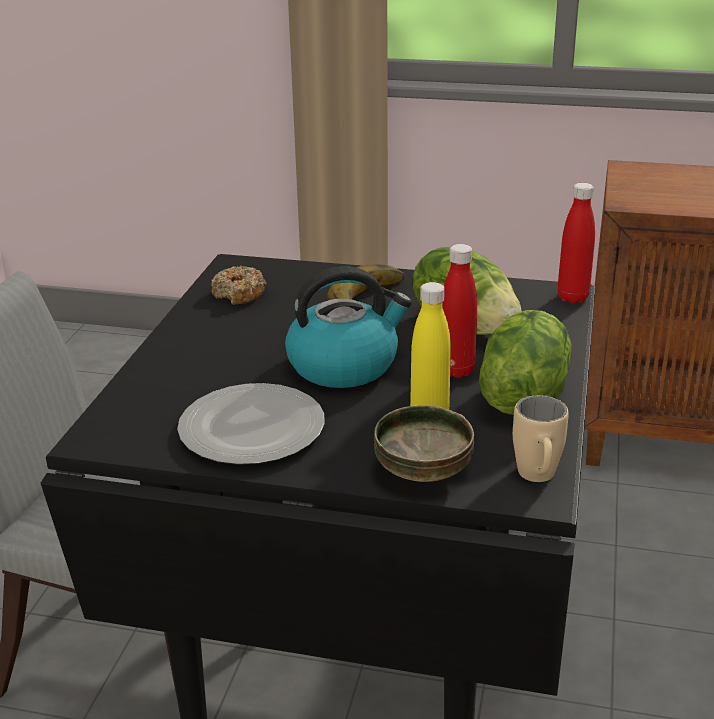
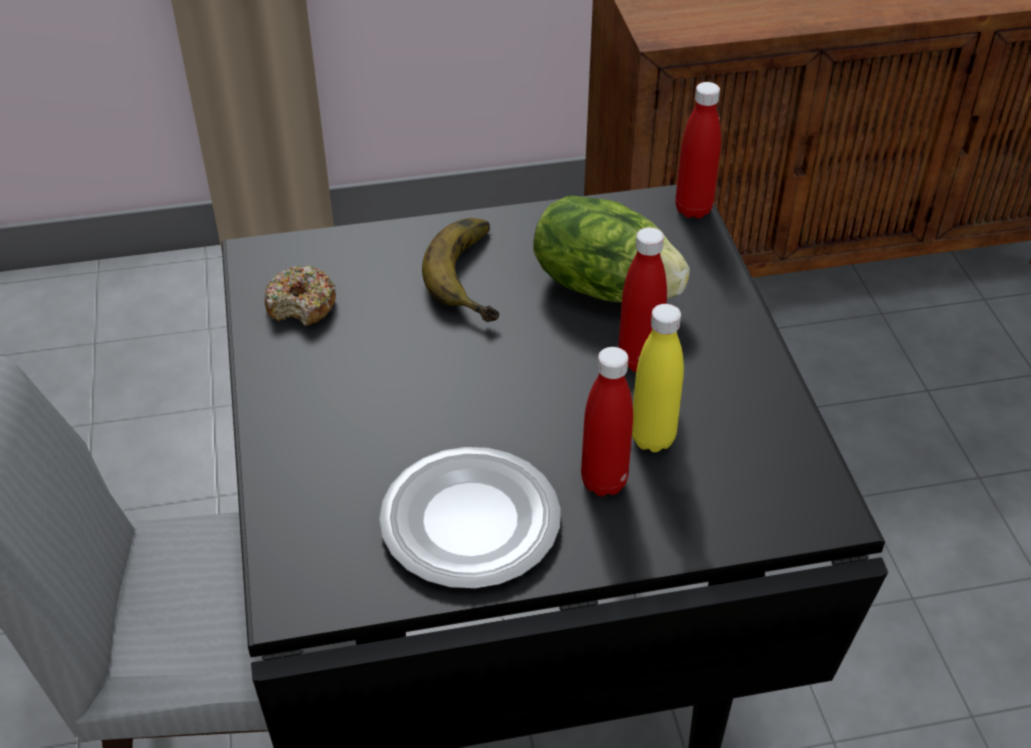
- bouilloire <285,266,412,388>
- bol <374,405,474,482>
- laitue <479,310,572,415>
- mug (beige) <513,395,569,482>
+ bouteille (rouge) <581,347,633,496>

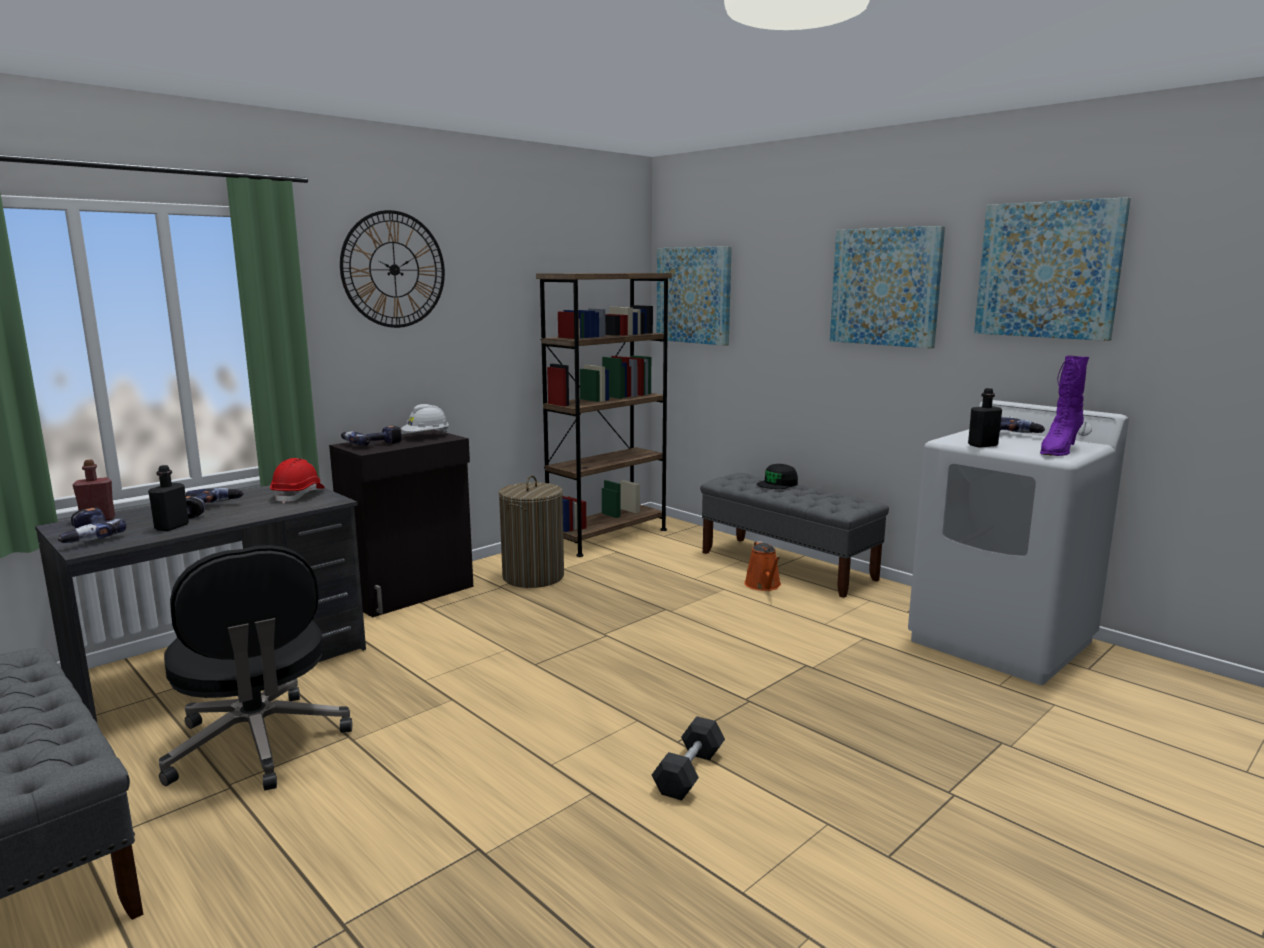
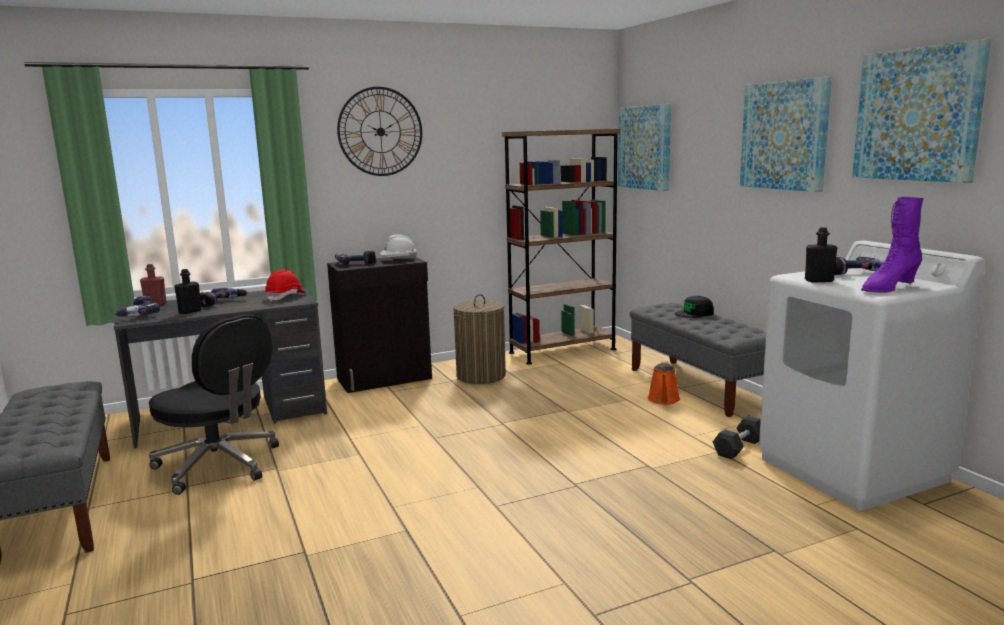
~ chaise de bureau (noir) <159,545,352,791> = <149,315,279,495> 45 degrees counterclockwise
~ haltère (noir) <652,716,725,800> to <713,416,761,459>

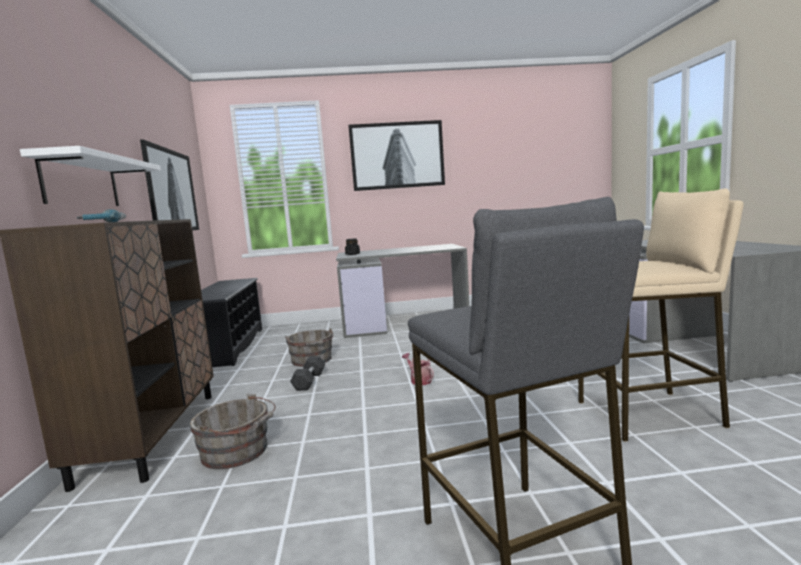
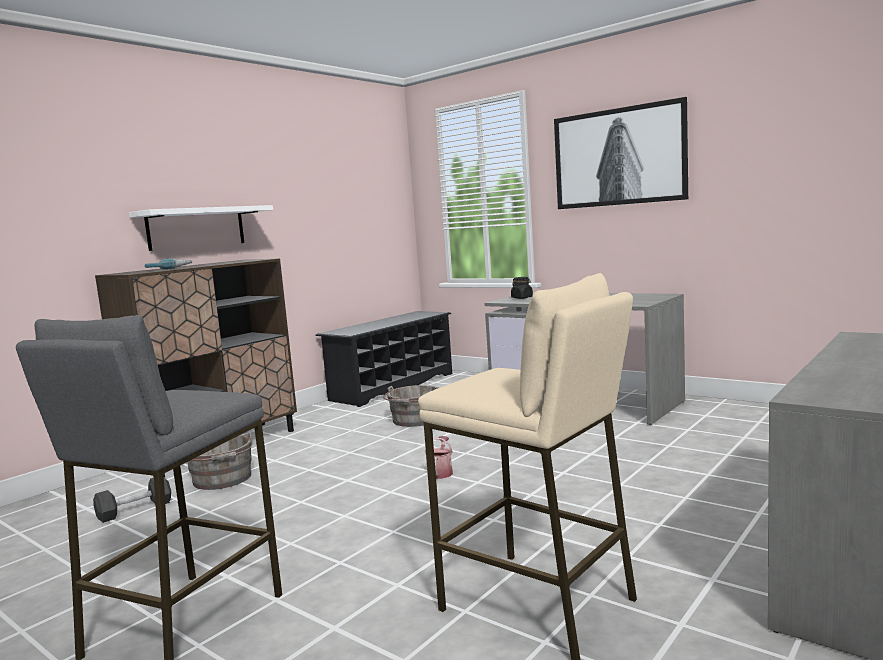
- tableau <140,139,199,230>
~ haltère (noir) <290,356,325,391> to <93,478,171,523>

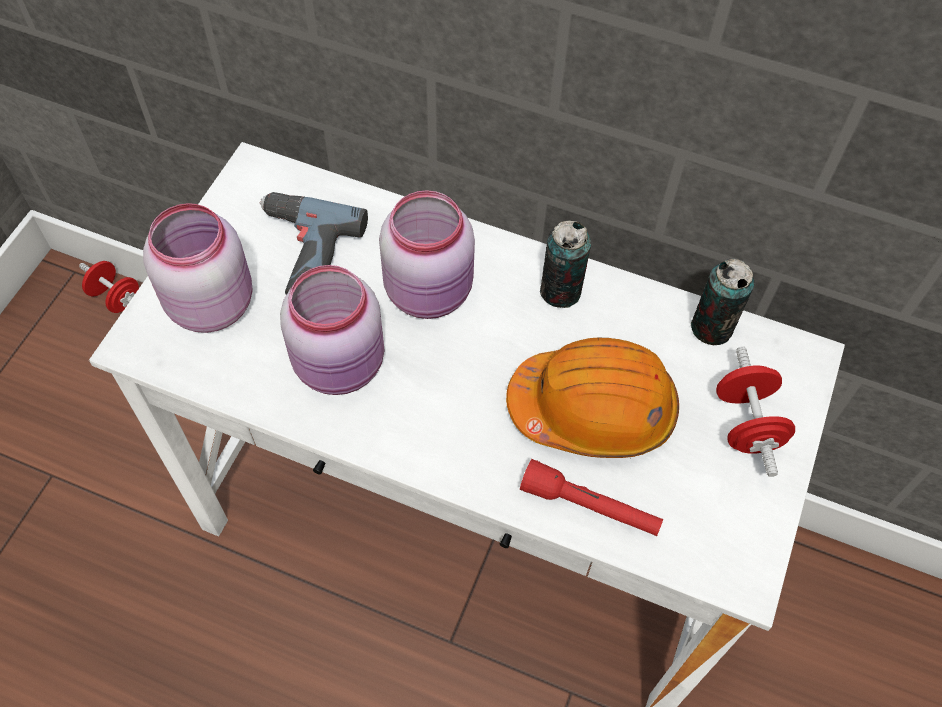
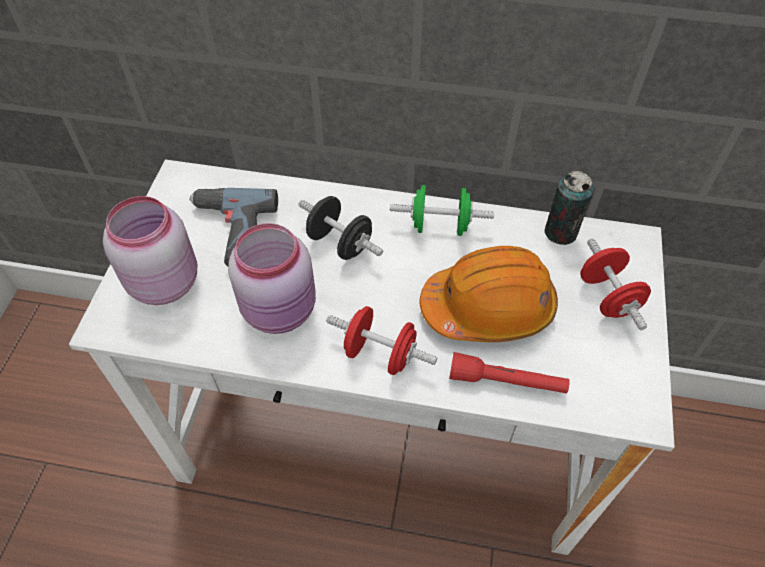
~ haltère (rouge) <79,261,139,313> to <326,306,437,375>
~ bocal (rose) <379,190,475,319> to haltère (noir) <298,196,383,260>
~ boîte métallique <540,220,591,308> to haltère (vert) <390,185,494,236>

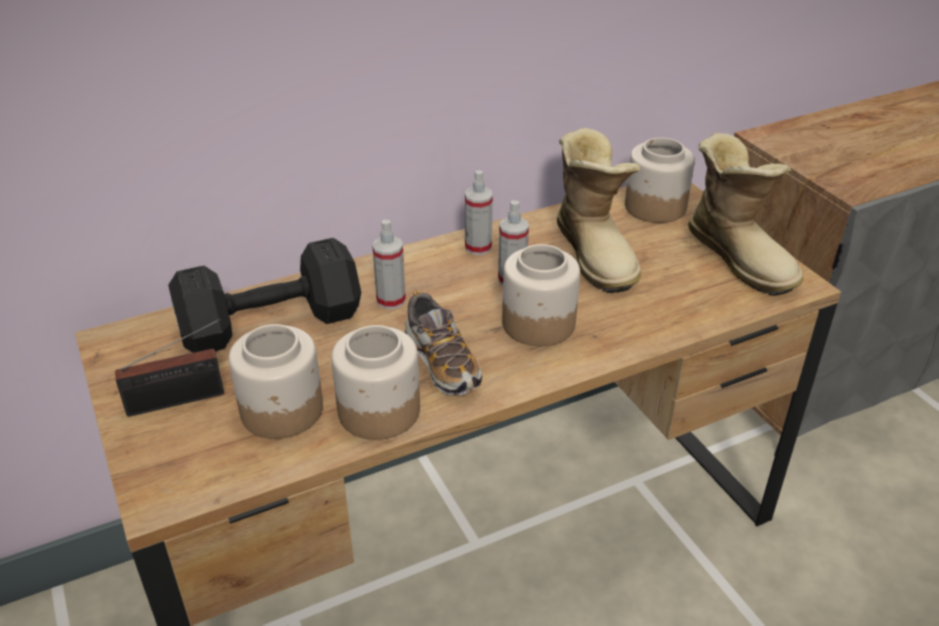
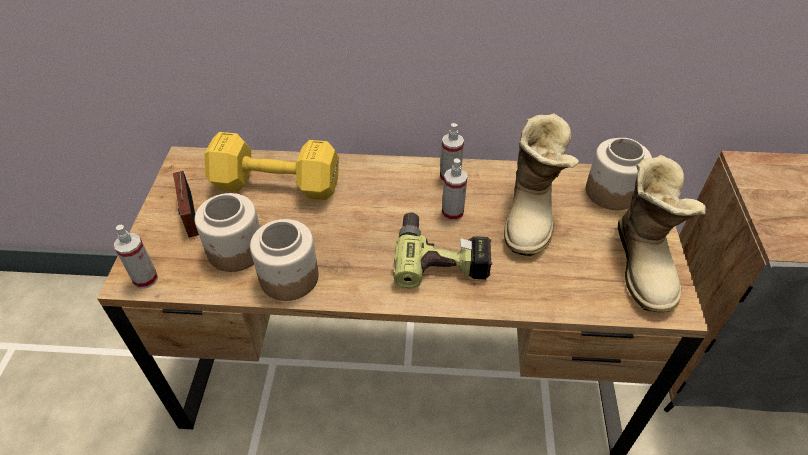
~ radio <115,319,224,417> = <173,171,199,238> 60 degrees clockwise
~ haltère (noir) <168,238,361,353> to haltère (jaune) <205,132,339,200>
~ vaporisateur <372,220,406,309> to <114,225,158,289>
- chaussure <405,291,482,396>
~ bocal <502,244,580,346> to perceuse <393,212,492,288>

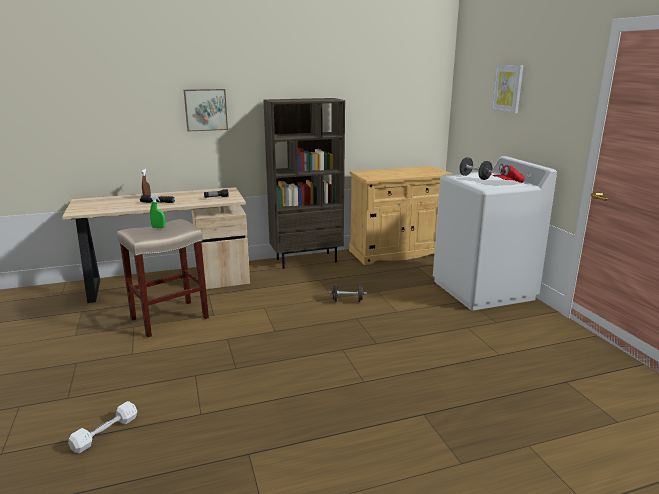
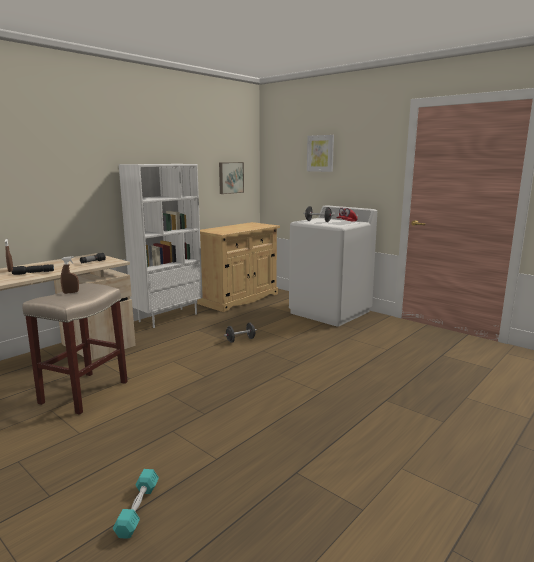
~ haltère (blanc) <68,401,137,453> to haltère (turquoise) <113,469,159,539>
~ vaporisateur (vert) <150,195,165,228> to vaporisateur (marron) <61,256,79,294>
~ tableau <184,89,228,131> to <219,162,244,194>
~ bibliothèque (marron) <264,98,345,269> to bibliothèque (blanc) <119,164,203,328>

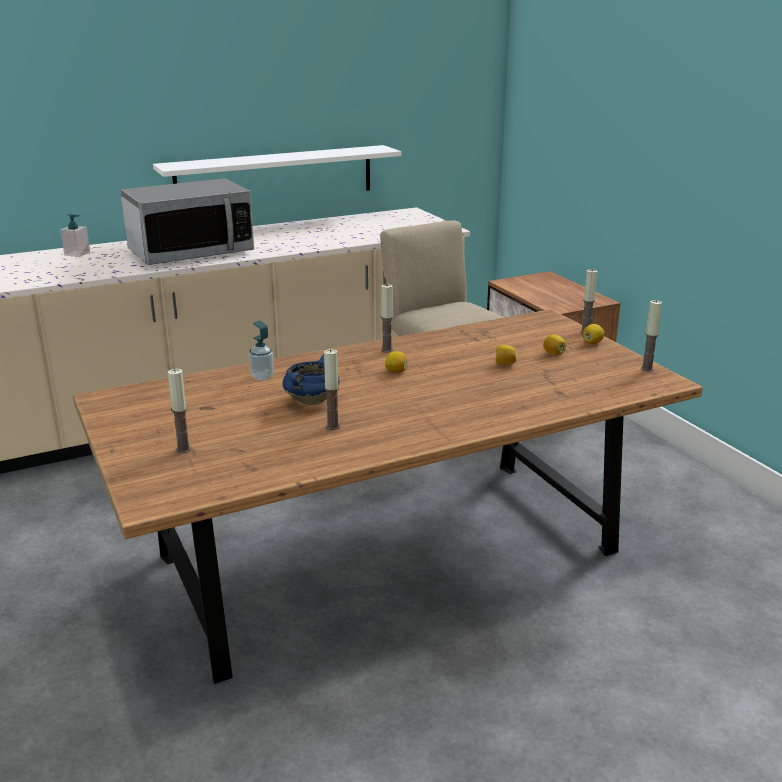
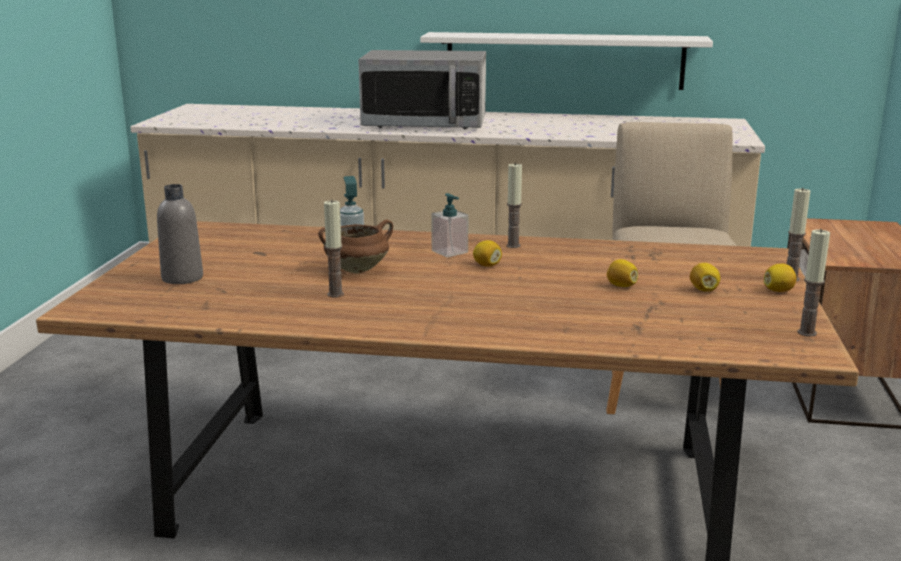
~ distributeur de savon <60,214,90,257> to <431,193,468,257>
~ bougie <168,369,191,453> to bouteille (gris) <157,184,203,284>
~ marmite (bleu) <282,354,339,405> to marmite (marron) <318,220,393,273>

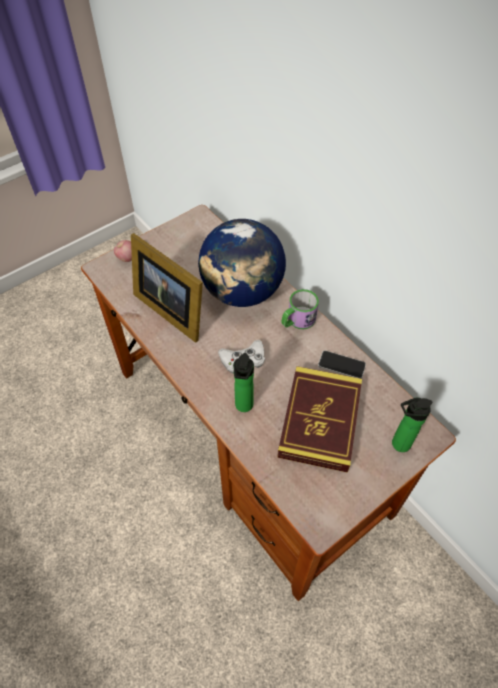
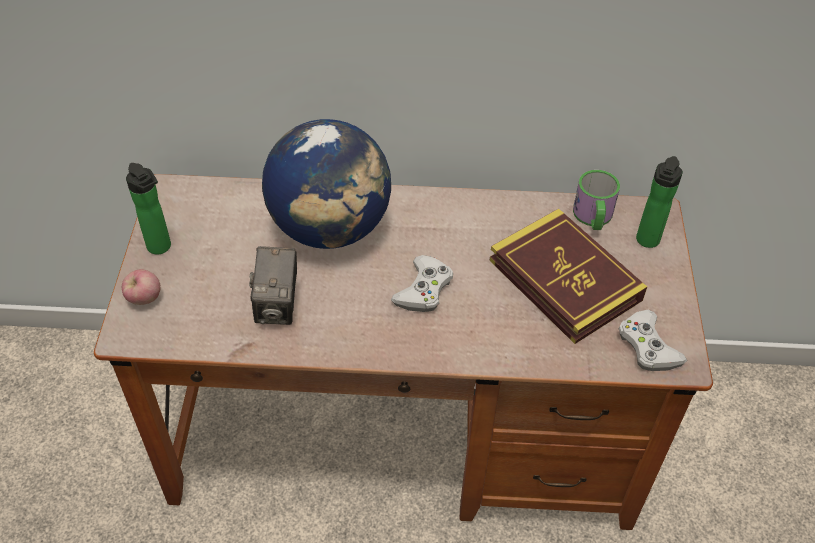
~ cadre photo <131,233,203,343> to appareil photo <249,246,297,325>
~ bouteille <233,353,254,412> to <126,163,171,255>
~ mug <282,289,319,329> to <573,170,620,230>
- téléphone <318,350,366,379>
+ manette (blanc) <618,310,687,371>

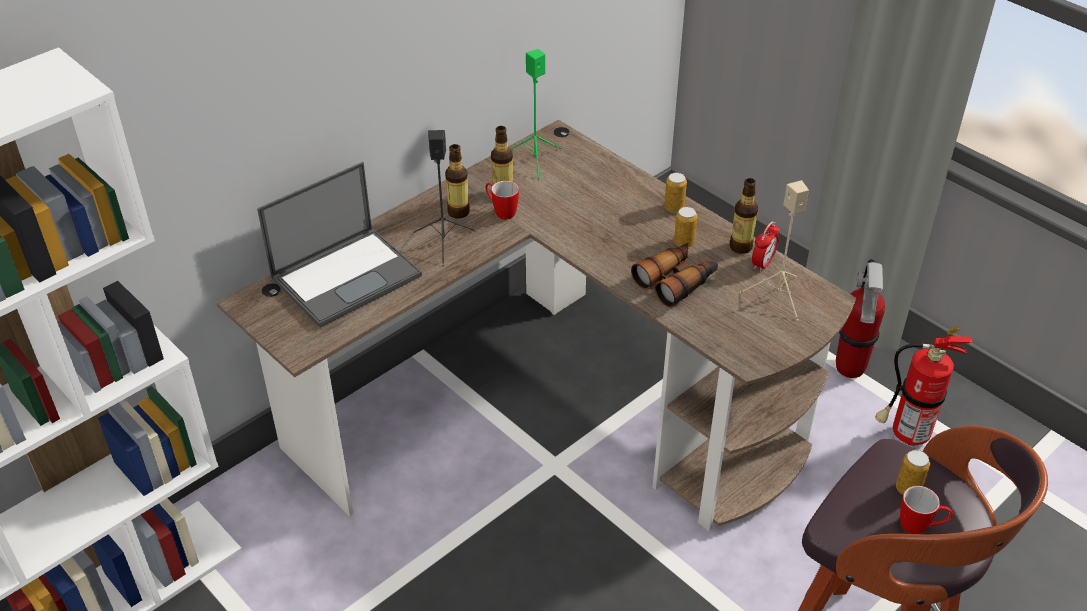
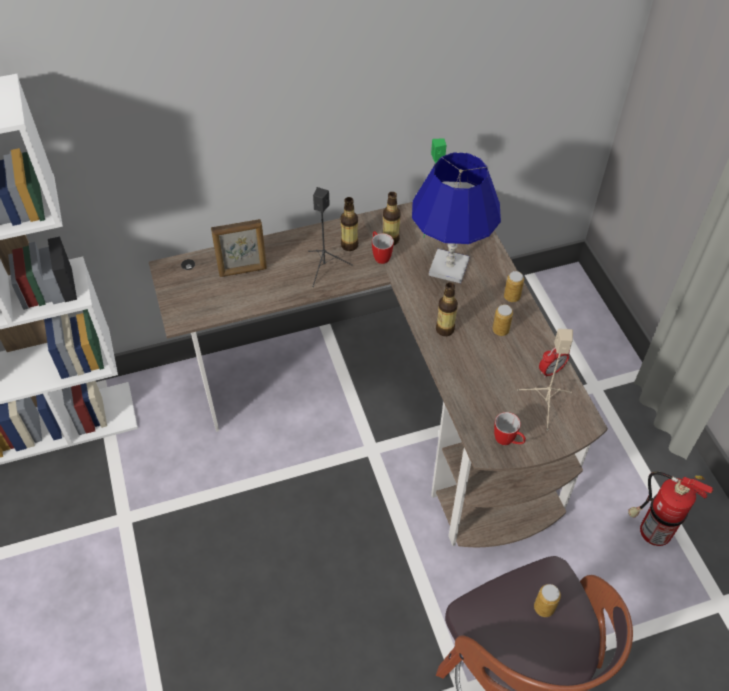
~ ordinateur portable <257,162,422,328> to cadre photo <211,219,267,277>
- jumelles <631,243,718,307>
~ bouteille <730,178,758,254> to <436,282,458,336>
- extincteur <836,259,885,378>
~ mug <900,486,953,534> to <494,412,526,445>
+ lampe de table (bleu) <412,152,501,283>

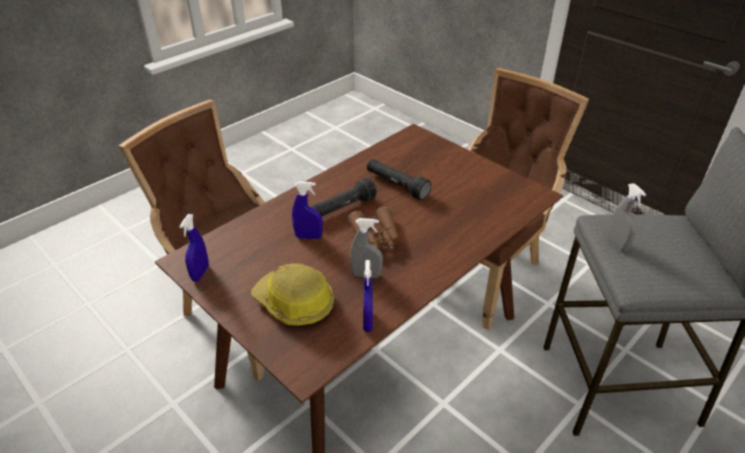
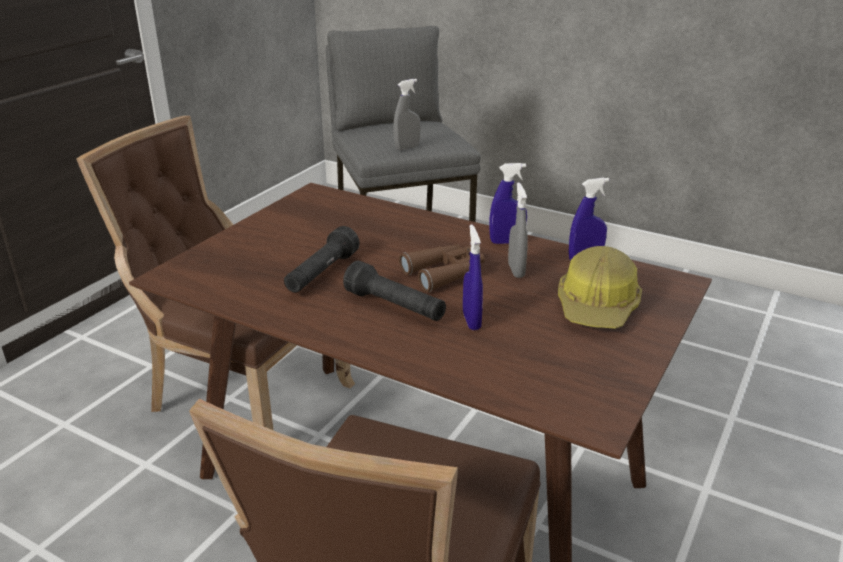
~ vaporisateur (bleu) <179,214,209,282> to <489,163,527,244>

